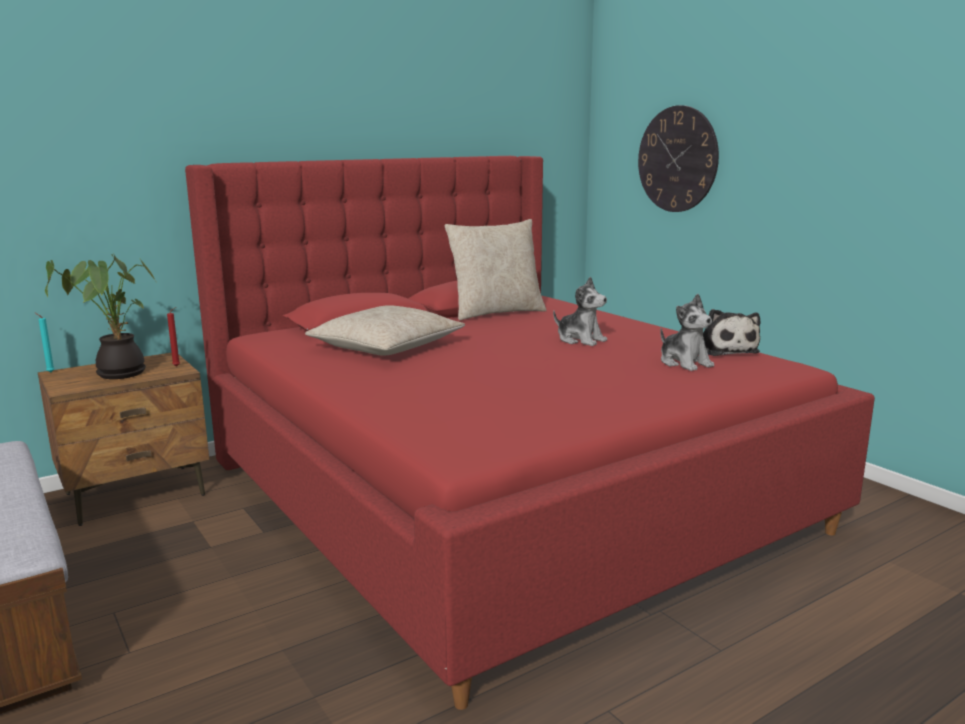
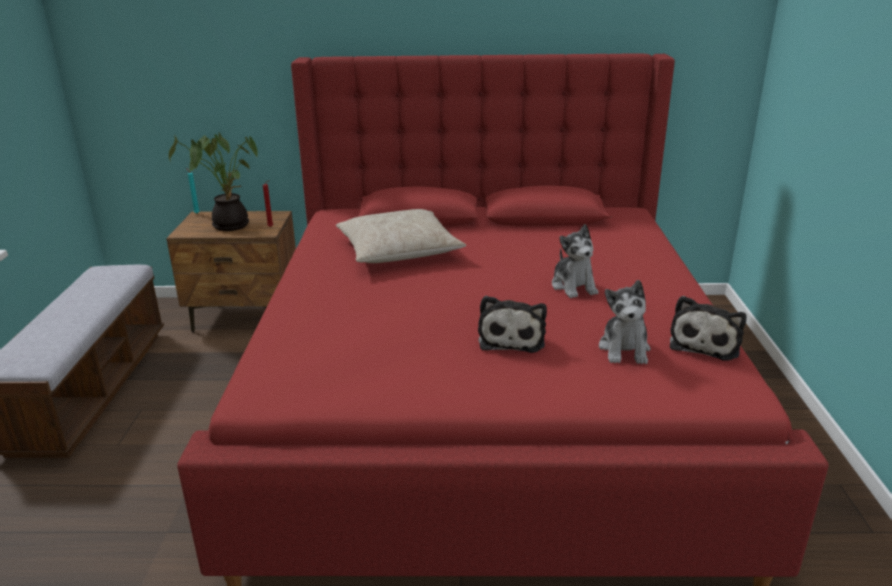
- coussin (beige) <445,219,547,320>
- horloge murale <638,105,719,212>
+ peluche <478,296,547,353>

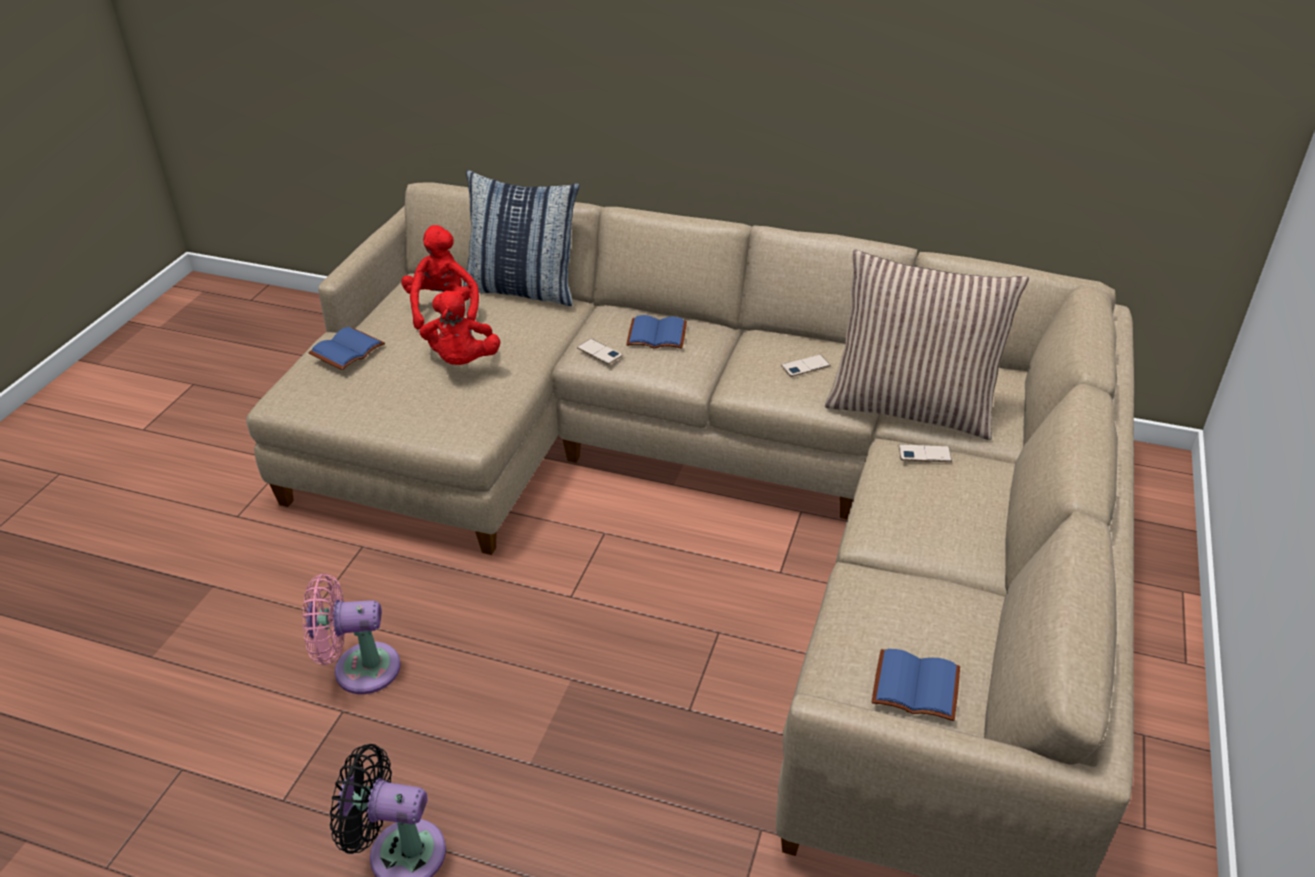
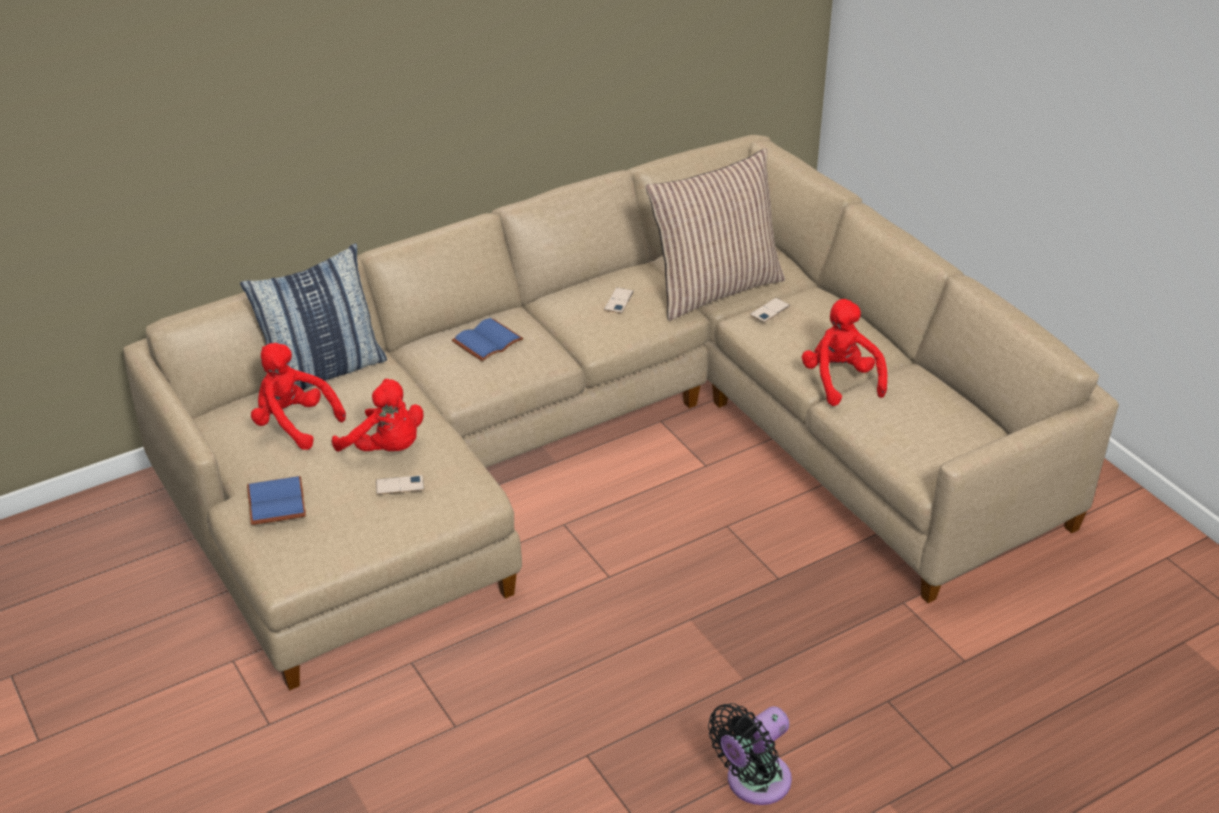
- ventilateur (rose) <303,574,401,694>
~ téléphone <577,339,623,364> to <376,475,424,495>
- livre (bleu) <872,649,960,721>
+ peluche (rouge) <802,299,887,406>

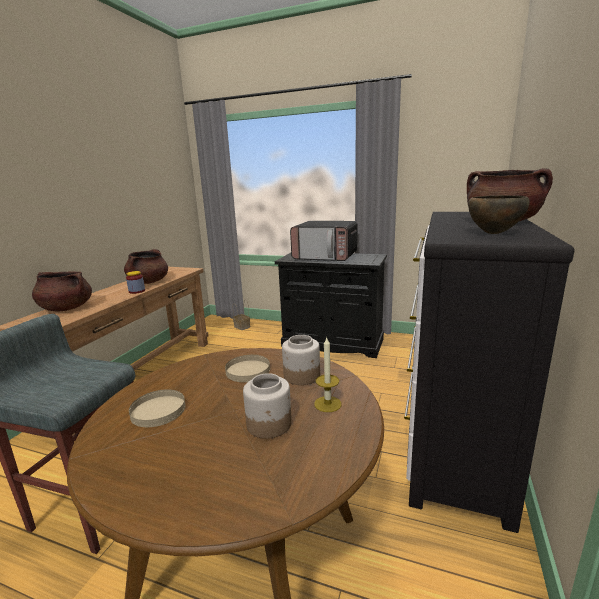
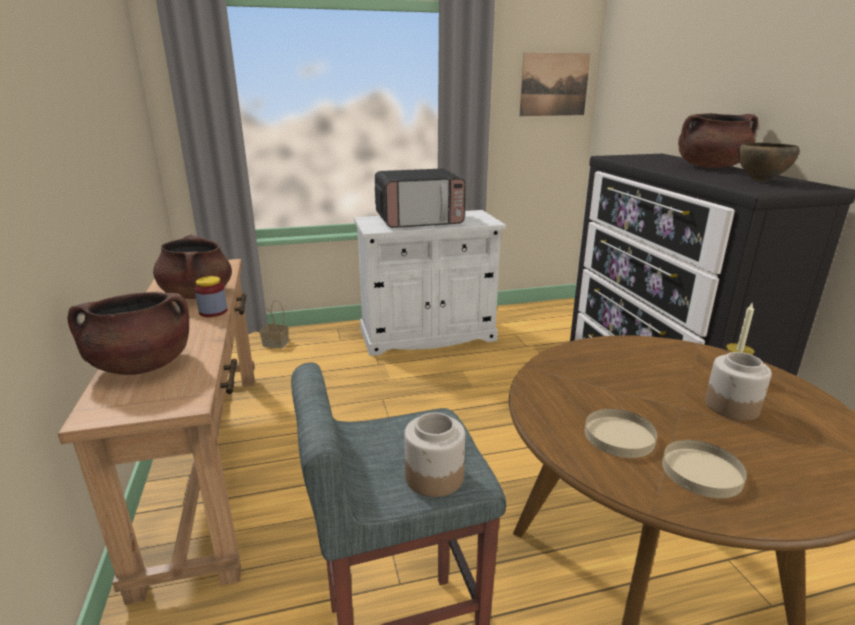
~ assiette (beige) <225,355,270,382> to <662,440,747,498>
~ meuble de rangement (noir) <275,253,387,358> to meuble de rangement (blanc) <354,210,506,356>
~ bocal <282,335,320,385> to <404,413,465,497>
+ tableau <519,53,591,116>

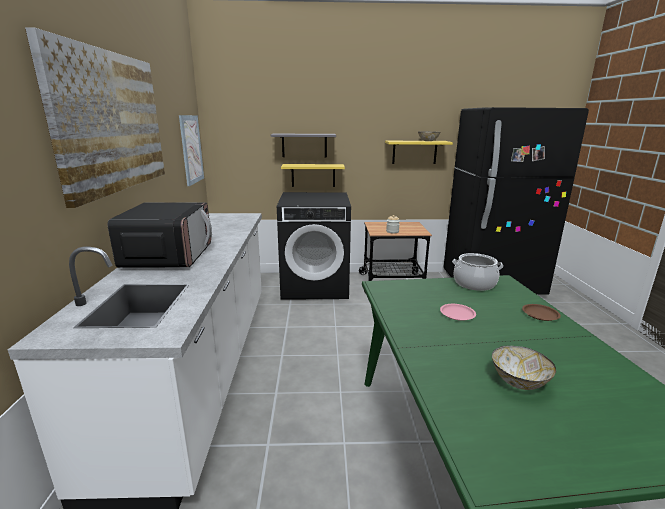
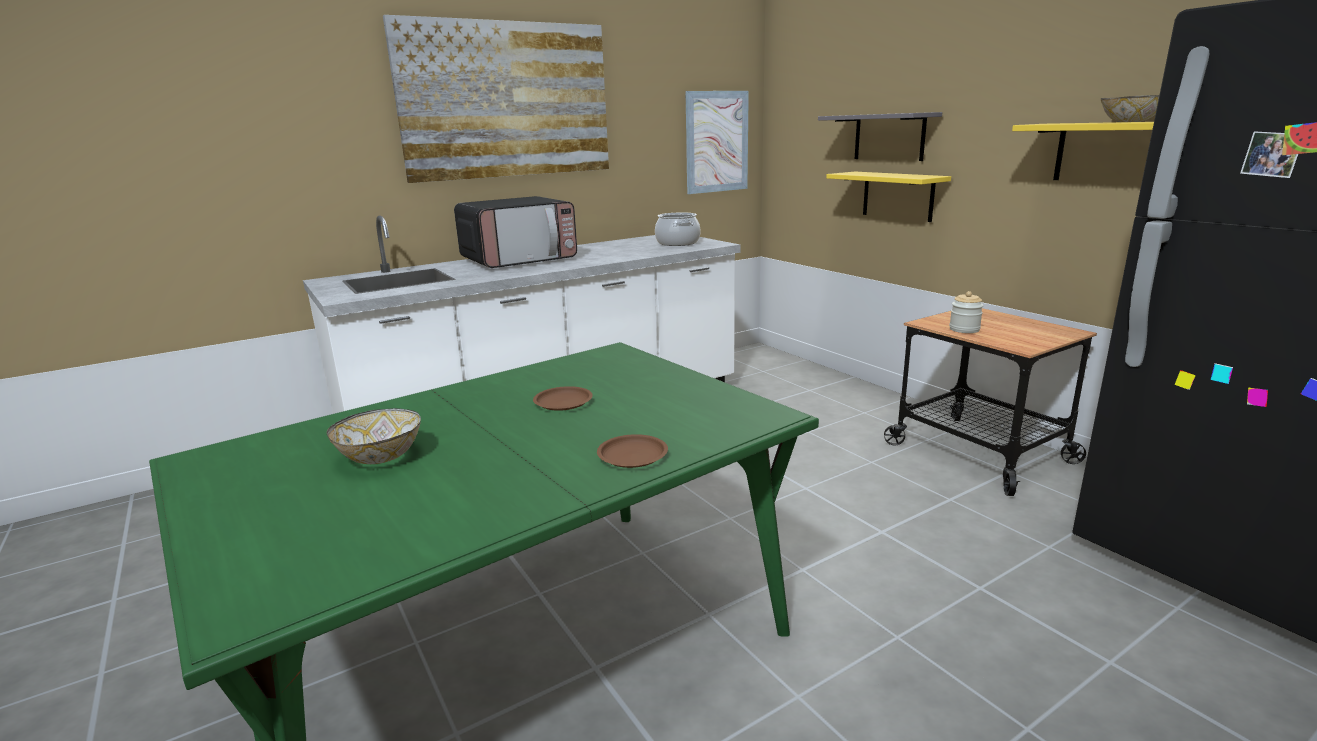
- lave-linge (noir) <277,192,351,300>
~ assiette (rose) <440,304,476,321> to assiette (marron) <533,386,593,411>
~ marmite <452,253,503,291> to <655,212,701,246>

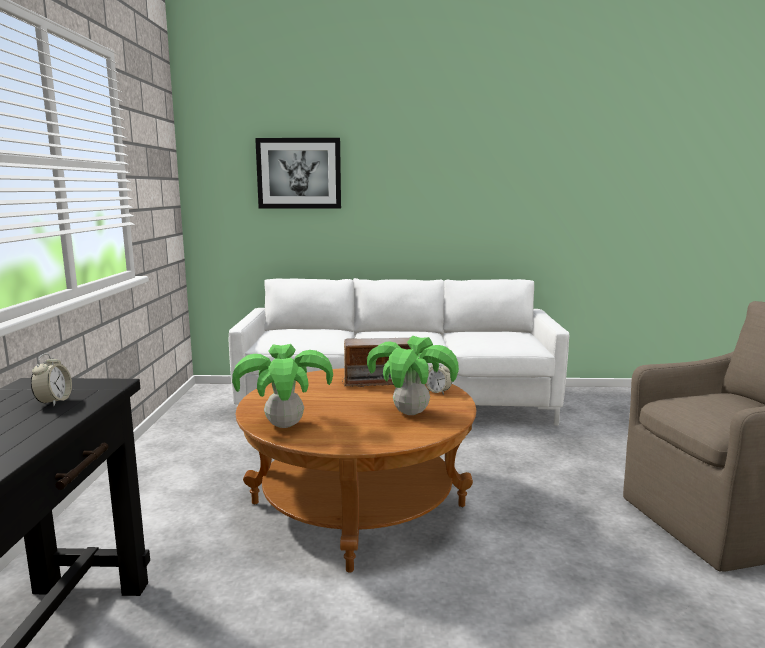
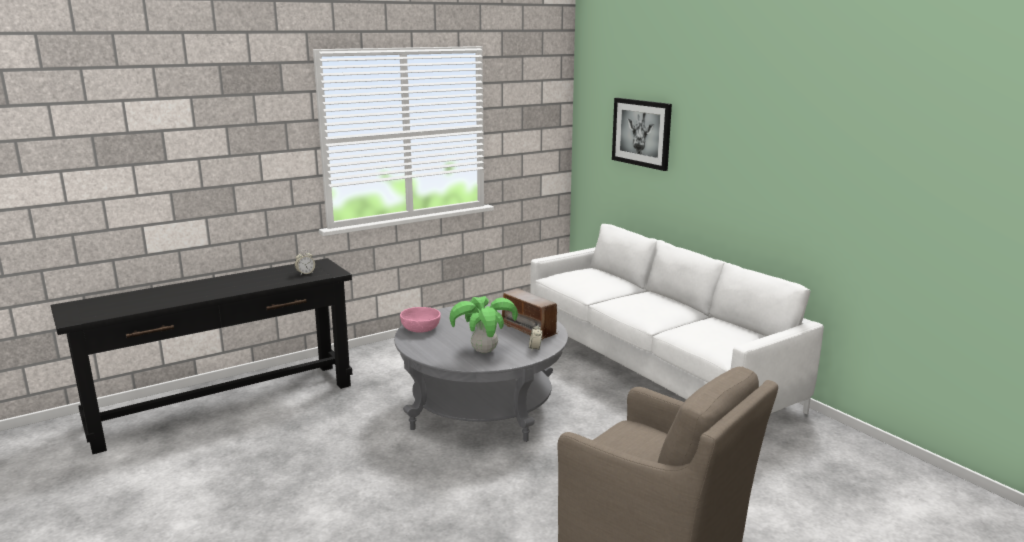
~ plante en pot <232,344,333,428> to bol (rose) <400,307,441,333>
~ table basse (marron) <236,368,476,573> to table basse (gris) <394,304,568,442>

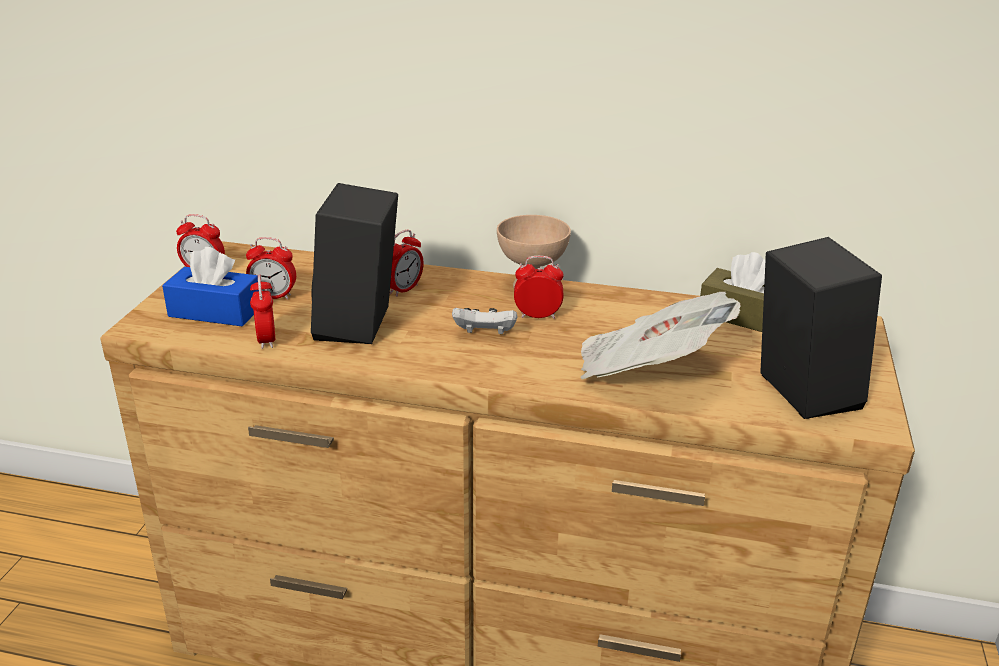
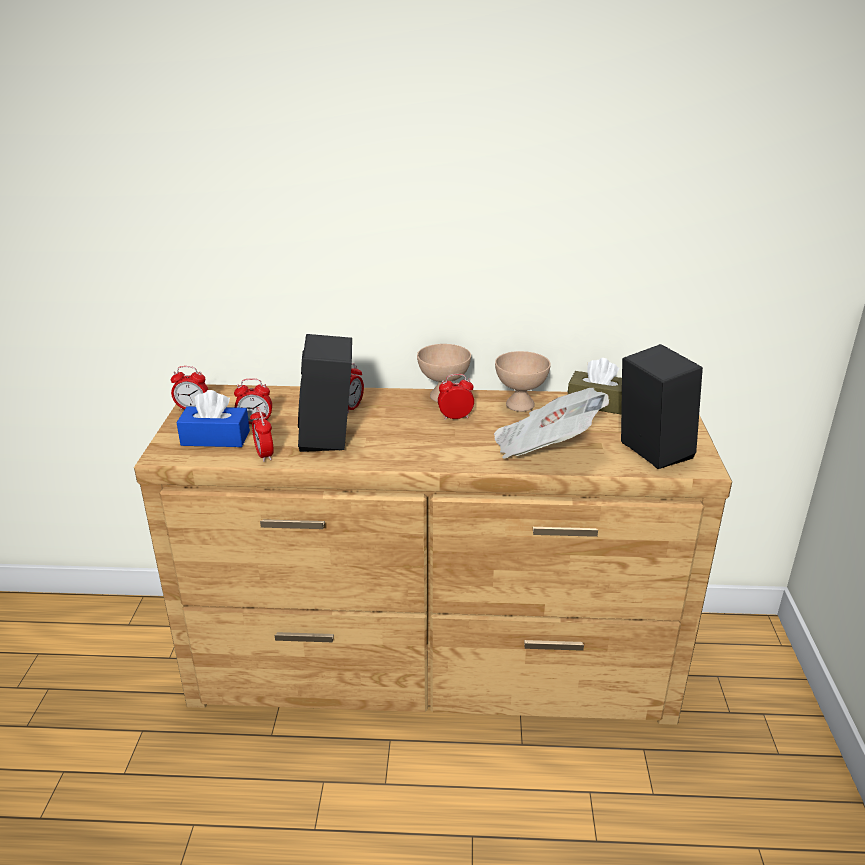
- manette (blanc) <452,308,517,334>
+ bol (beige) <495,351,551,412>

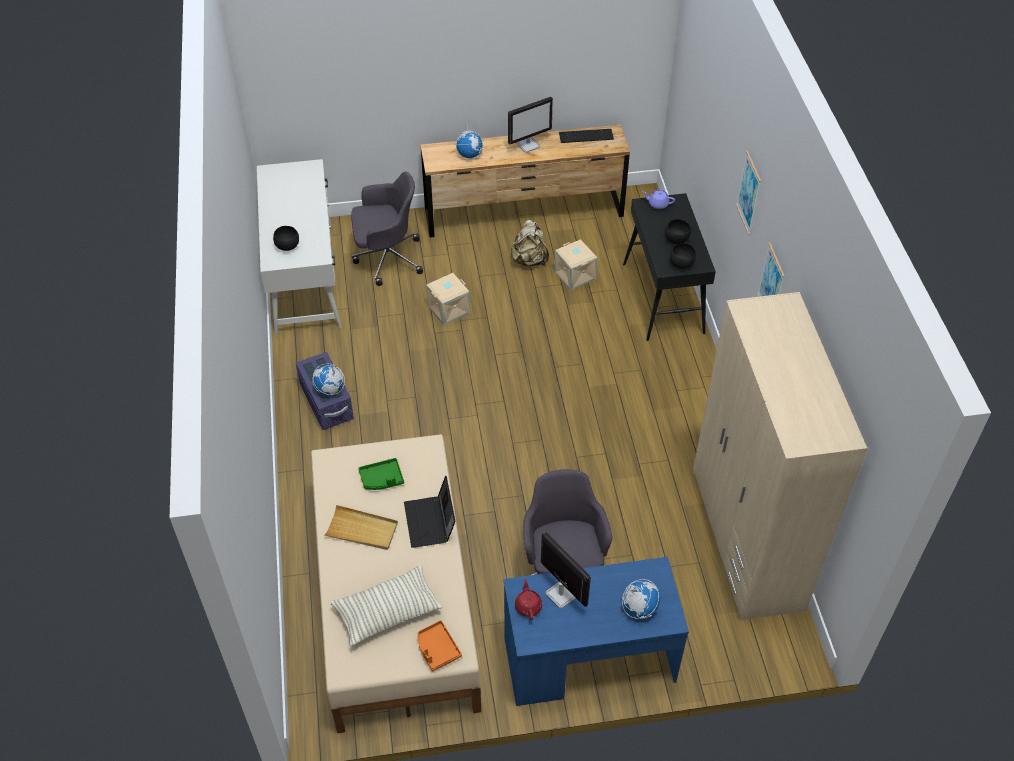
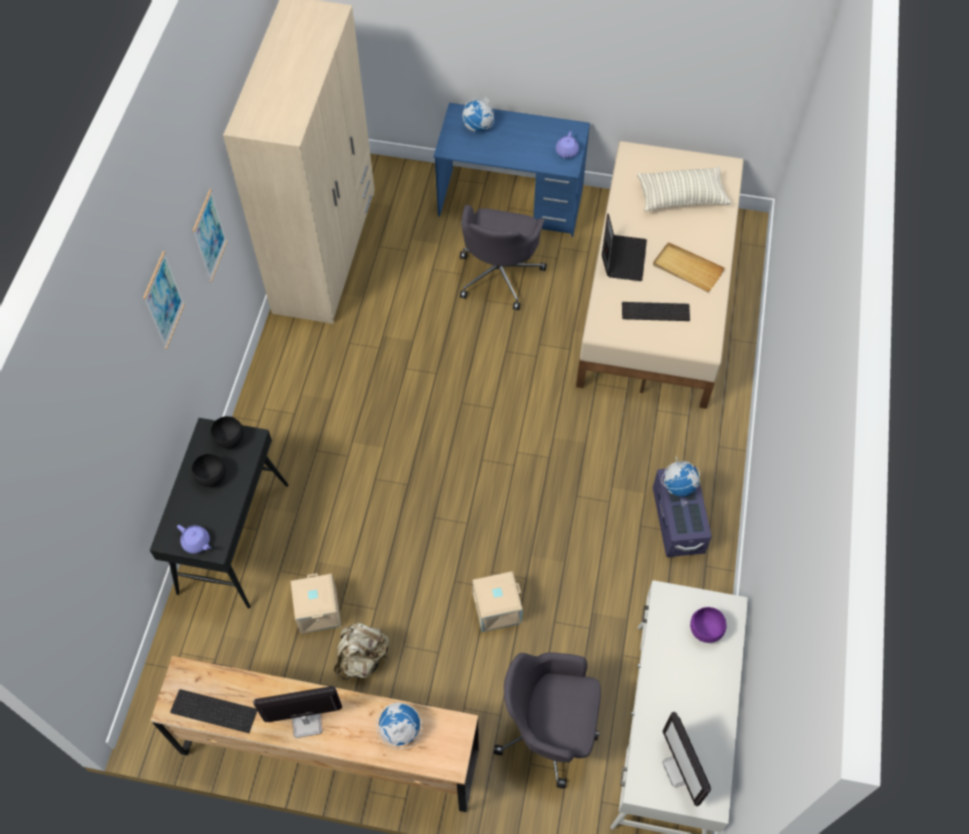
~ bol (noir) <273,226,299,251> to bol (violet) <690,607,727,643>
~ plateau (vert) <358,458,404,490> to clavier <622,302,690,321>
- plateau (orange) <418,620,462,671>
~ théière (rouge) <515,578,542,620> to théière (violet) <556,131,579,159>
~ écran d'ordinateur <541,532,591,608> to <662,712,711,806>

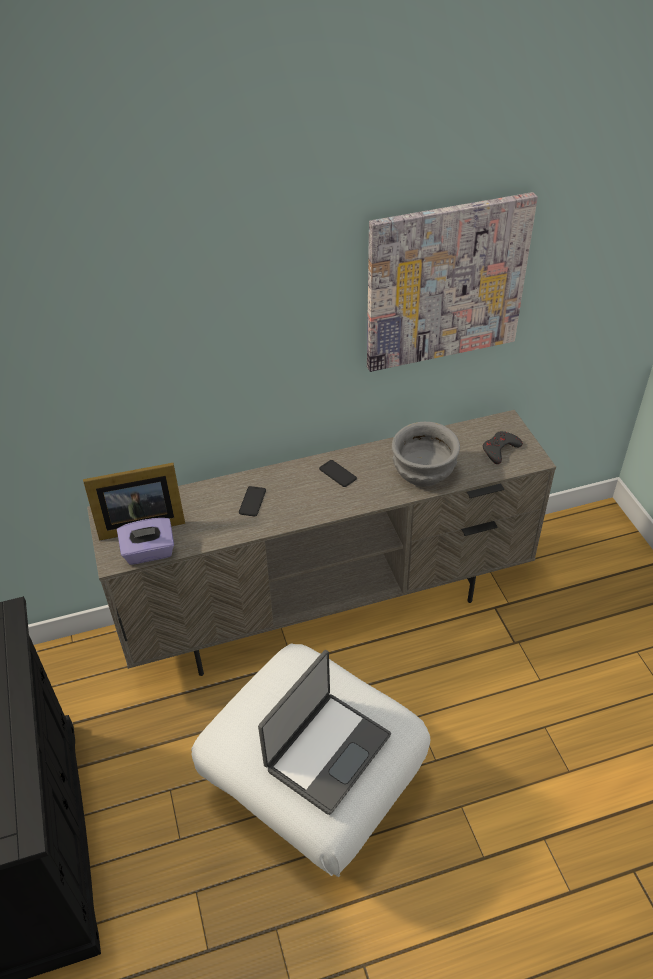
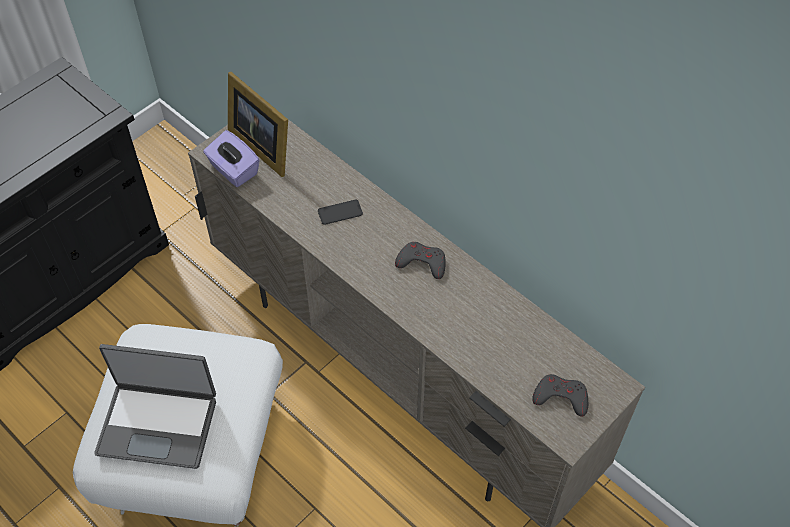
~ téléphone <319,460,357,487> to manette (gris) <395,242,446,279>
- tableau <367,192,538,372>
- bol (gris) <392,422,460,487>

